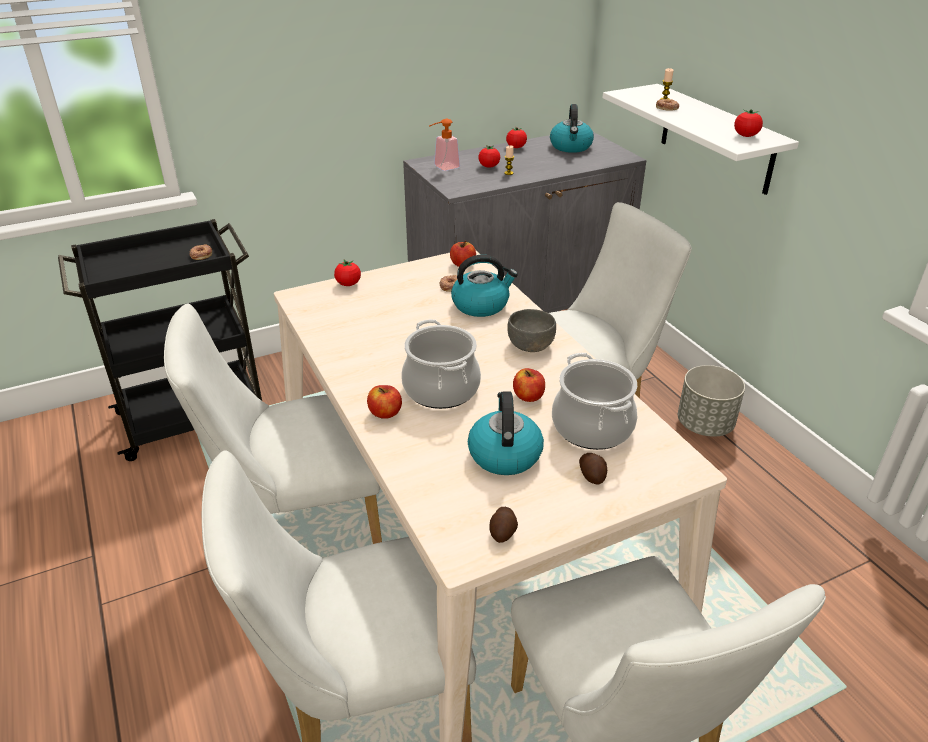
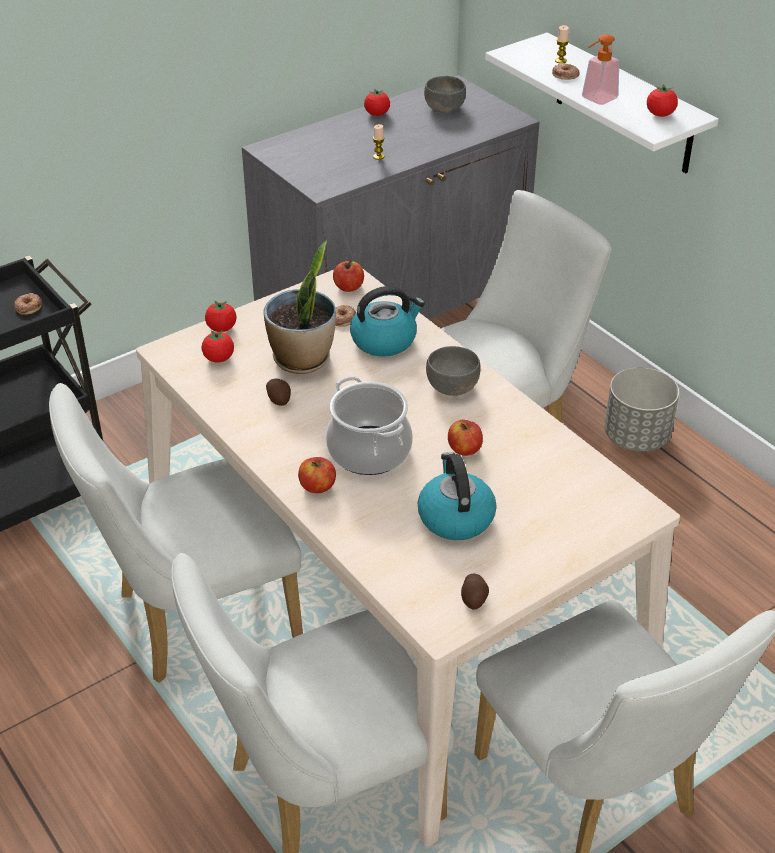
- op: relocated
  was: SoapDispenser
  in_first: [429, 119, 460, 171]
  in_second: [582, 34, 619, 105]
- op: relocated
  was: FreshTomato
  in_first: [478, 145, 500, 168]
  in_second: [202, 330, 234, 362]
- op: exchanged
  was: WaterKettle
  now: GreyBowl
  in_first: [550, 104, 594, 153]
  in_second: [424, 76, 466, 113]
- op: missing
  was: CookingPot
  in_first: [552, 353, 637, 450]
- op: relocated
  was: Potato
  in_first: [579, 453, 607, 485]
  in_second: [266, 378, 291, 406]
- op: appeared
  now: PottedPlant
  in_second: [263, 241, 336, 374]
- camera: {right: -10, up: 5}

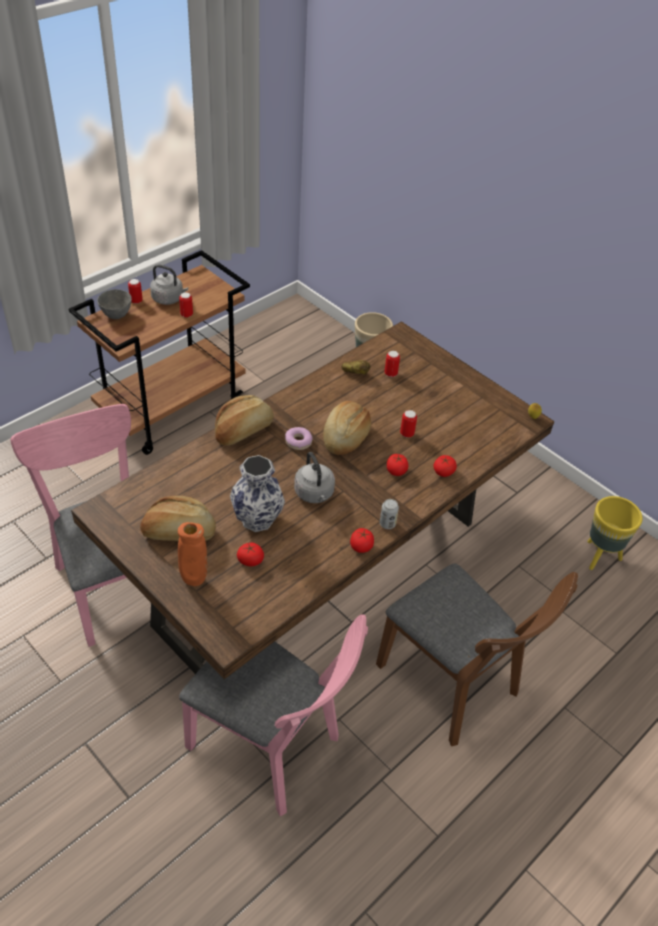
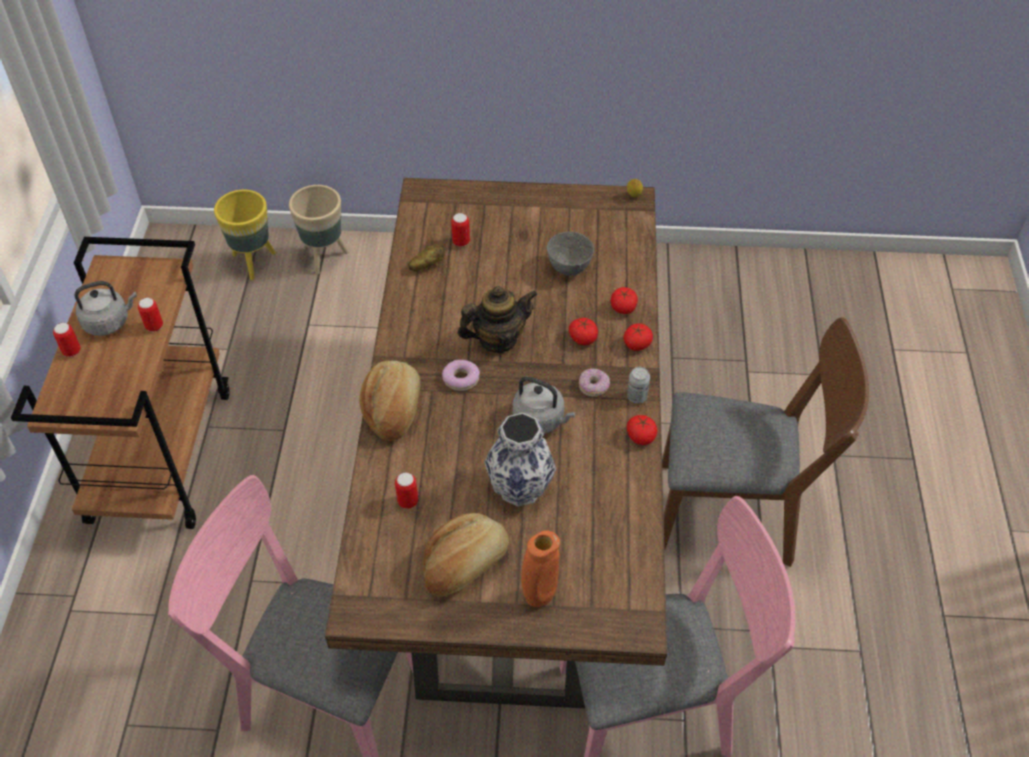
- op: relocated
  was: GreyBowl
  in_first: [97, 289, 132, 319]
  in_second: [547, 232, 594, 276]
- op: relocated
  was: FreshTomato
  in_first: [237, 543, 264, 566]
  in_second: [623, 323, 653, 351]
- op: exchanged
  was: BakeryBread
  now: Teapot
  in_first: [323, 401, 371, 455]
  in_second: [458, 286, 537, 353]
- op: relocated
  was: SealedCan
  in_first: [400, 410, 417, 438]
  in_second: [395, 473, 418, 509]
- op: relocated
  was: YellowFlowerPot
  in_first: [587, 496, 643, 570]
  in_second: [214, 190, 276, 280]
- op: appeared
  now: Doughnut
  in_second: [579, 368, 610, 397]
- camera: {right: -40, up: 5}

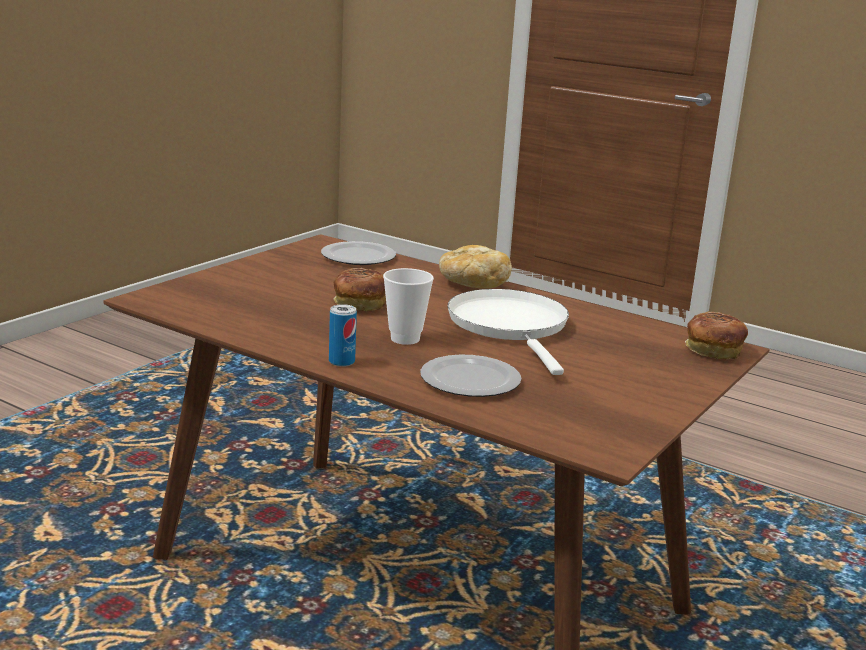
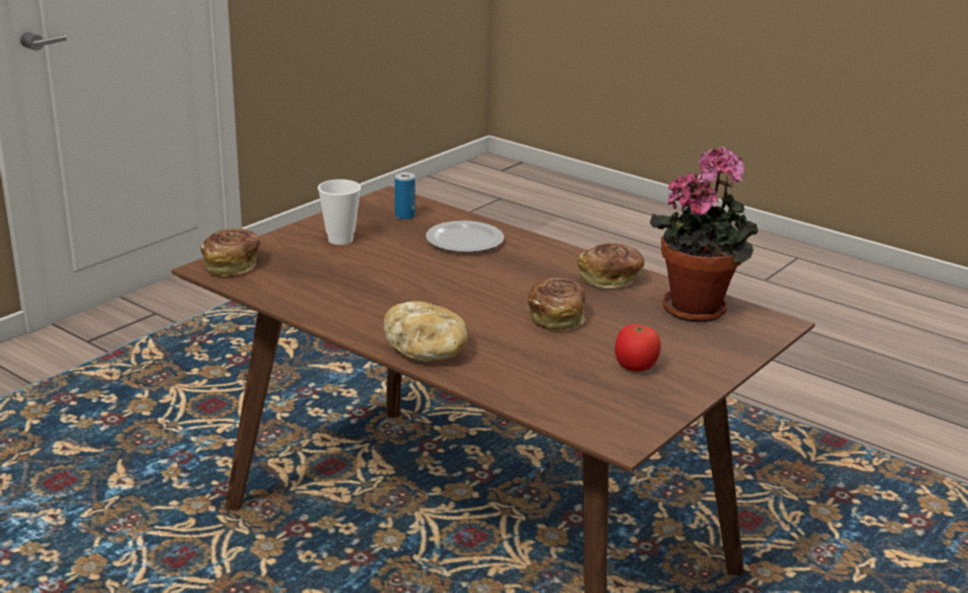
- op: missing
  was: DinnerPlate
  in_first: [321, 241, 396, 265]
- op: relocated
  was: SealedCan
  in_first: [329, 304, 357, 367]
  in_second: [395, 172, 415, 220]
- op: relocated
  was: SmallCup
  in_first: [383, 268, 434, 345]
  in_second: [318, 179, 361, 245]
- op: missing
  was: WhitishFryingPan
  in_first: [448, 289, 569, 375]
- op: appeared
  now: BakeryBread
  in_second: [577, 243, 644, 288]
- op: appeared
  now: FreshTomato
  in_second: [615, 324, 661, 372]
- op: appeared
  now: PottedPlant
  in_second: [650, 146, 758, 322]
- camera: {right: -175, up: 5}

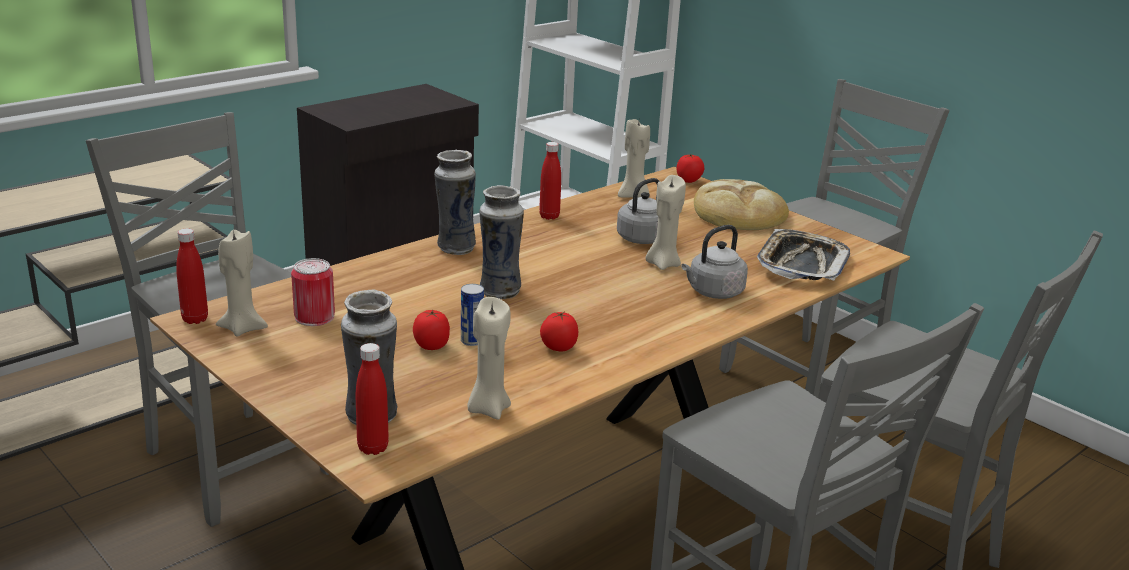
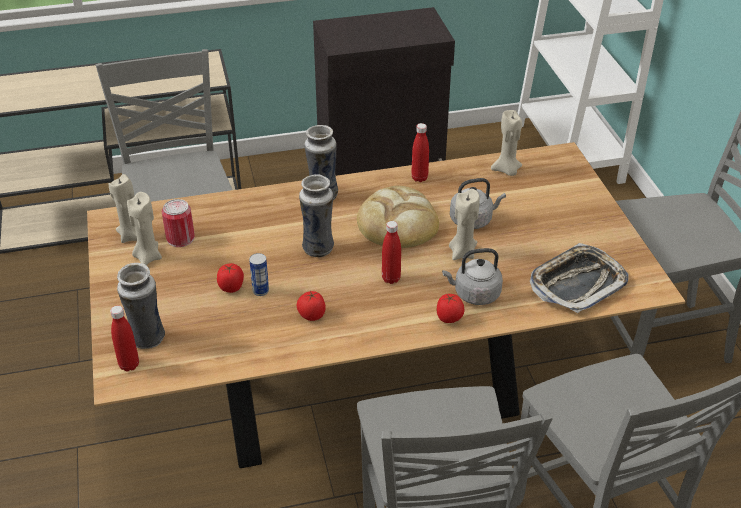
- op: relocated
  was: RedColouredBottle
  in_first: [176, 228, 208, 324]
  in_second: [382, 221, 401, 284]
- op: relocated
  was: BeigeColouredCandle
  in_first: [467, 297, 511, 420]
  in_second: [127, 192, 162, 265]
- op: relocated
  was: FreshTomato
  in_first: [676, 154, 705, 183]
  in_second: [437, 294, 465, 323]
- op: relocated
  was: BakeryBread
  in_first: [694, 179, 789, 230]
  in_second: [357, 185, 439, 248]
- camera: {right: 30, up: 15}

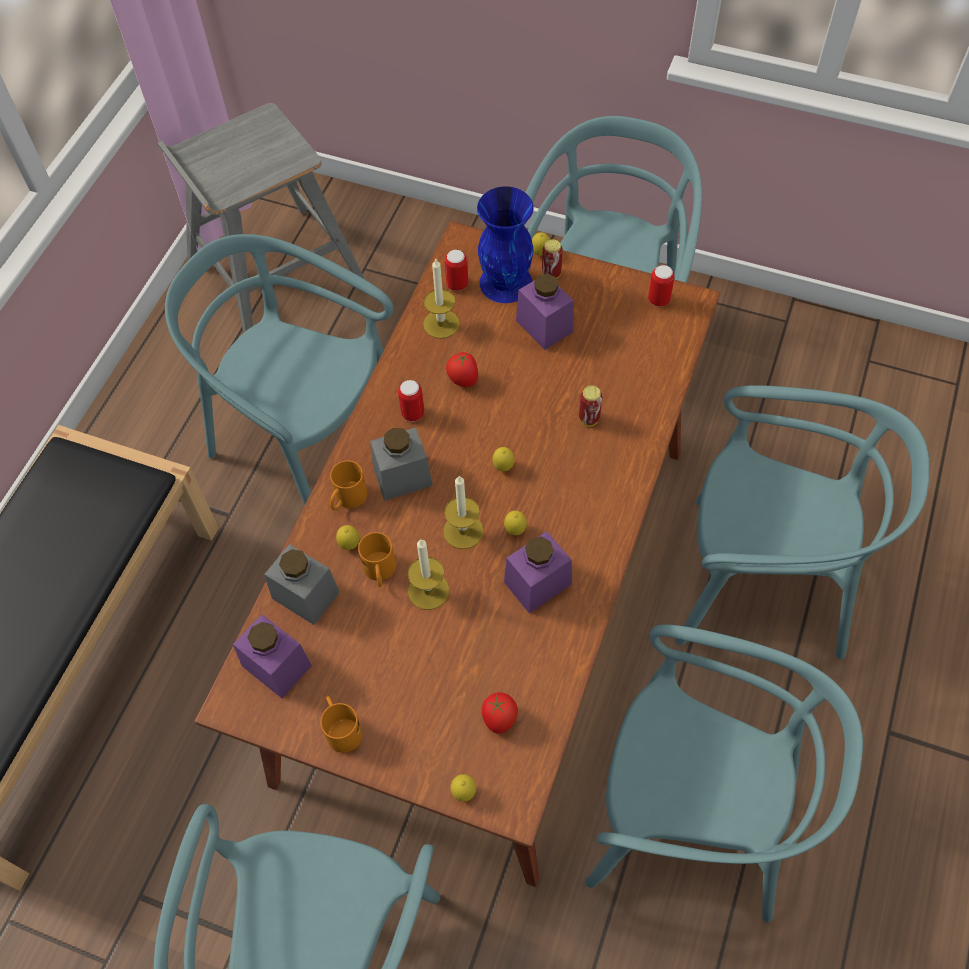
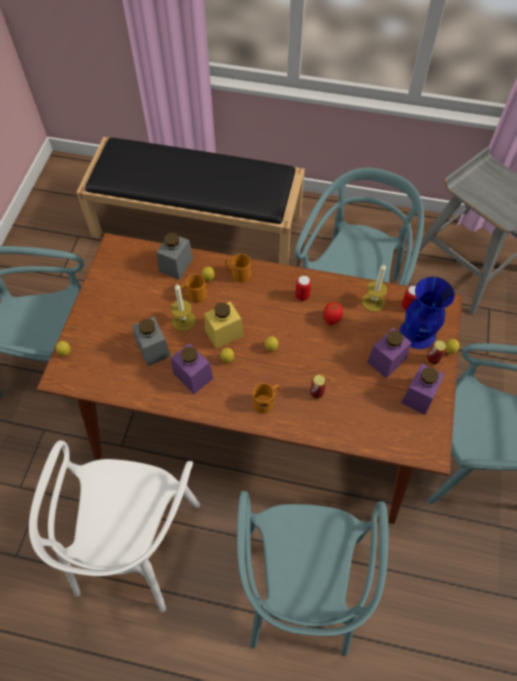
- op: relocated
  was: PurpleJar
  in_first: [233, 614, 312, 698]
  in_second: [401, 364, 445, 415]
- op: relocated
  was: OrangeyMug
  in_first: [320, 696, 363, 753]
  in_second: [253, 383, 280, 413]
- op: relocated
  was: GreyJar
  in_first: [370, 428, 433, 501]
  in_second: [132, 317, 171, 366]
- op: exchanged
  was: Candle
  now: YellowJar
  in_first: [443, 476, 484, 549]
  in_second: [204, 301, 244, 349]
- op: missing
  was: FreshTomato
  in_first: [482, 692, 518, 734]
- op: colour
  was: BlueGreenChair
  now: WhitishChair
  in_first: [585, 624, 863, 922]
  in_second: [29, 440, 200, 612]
- op: missing
  was: SealedCan
  in_first: [648, 265, 675, 307]
- camera: {right: 80, up: 0}

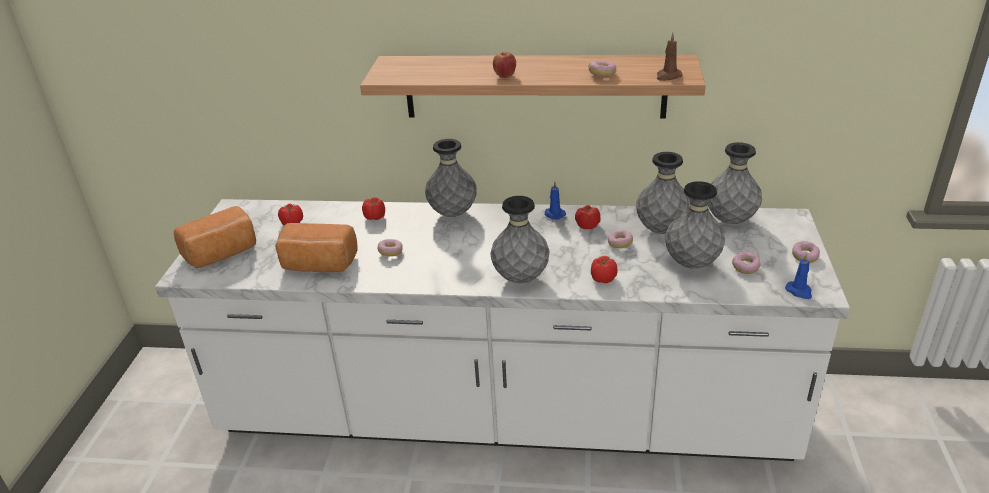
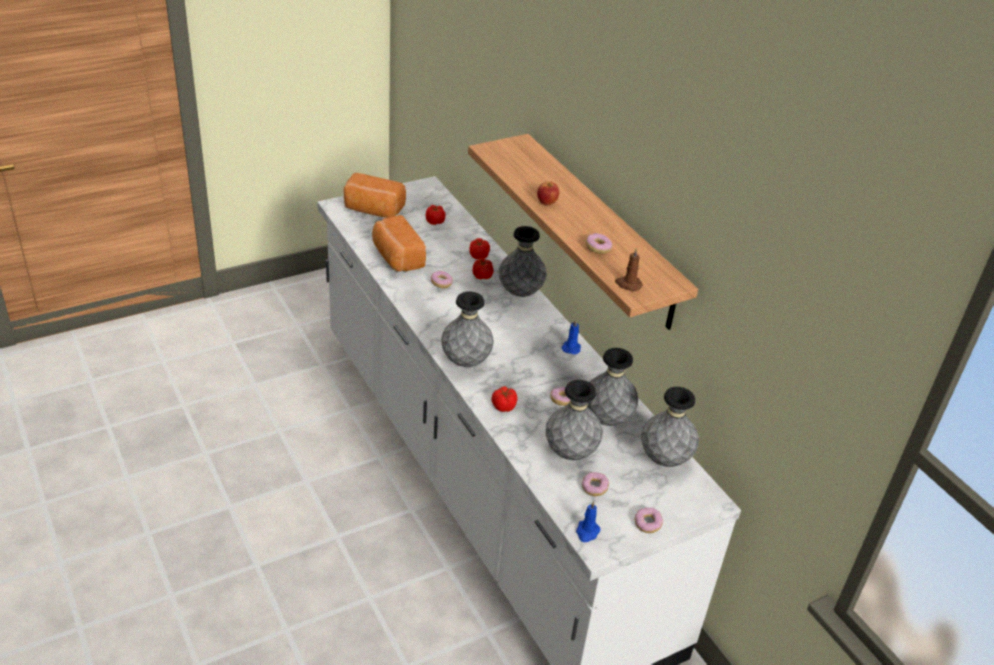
- op: relocated
  was: FreshTomato
  in_first: [575, 205, 601, 229]
  in_second: [473, 258, 493, 279]
- camera: {right: 50, up: 5}

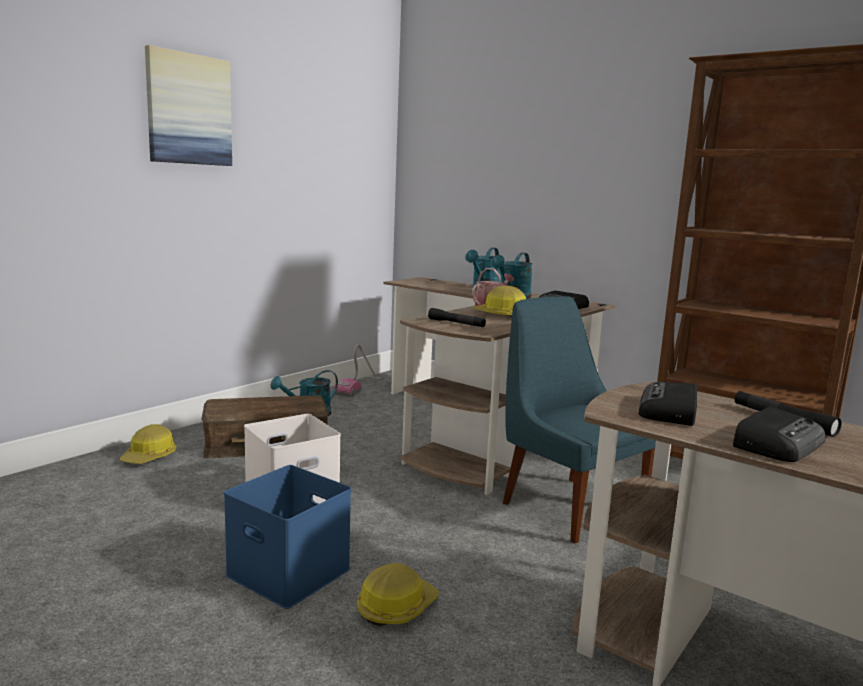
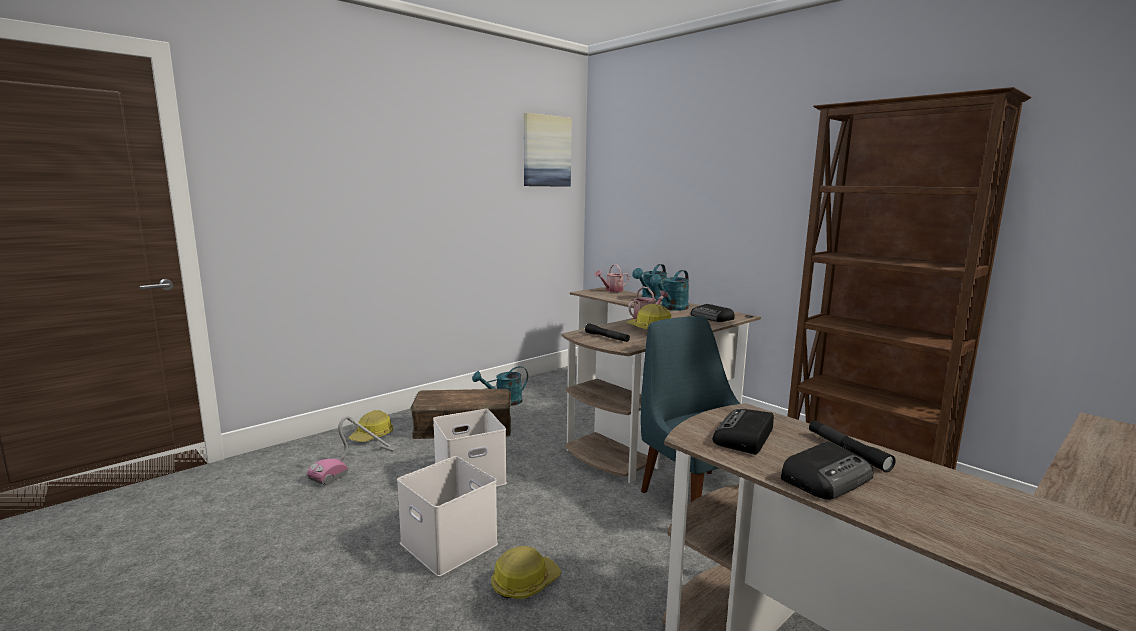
- op: relocated
  was: WallPicture
  in_first: [145, 45, 232, 166]
  in_second: [524, 113, 572, 187]
- op: colour
  was: BlueColouredStorageBox
  now: WhitishStorageBox
  in_first: [224, 465, 351, 609]
  in_second: [397, 456, 498, 576]
- op: relocated
  was: Hoover
  in_first: [334, 344, 384, 397]
  in_second: [307, 416, 399, 485]
- op: appeared
  now: WateringPot
  in_second: [594, 264, 629, 292]
- camera: {right: 10, up: 0}

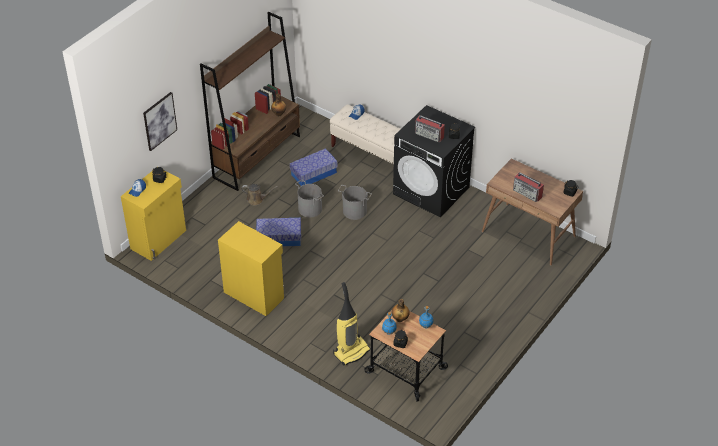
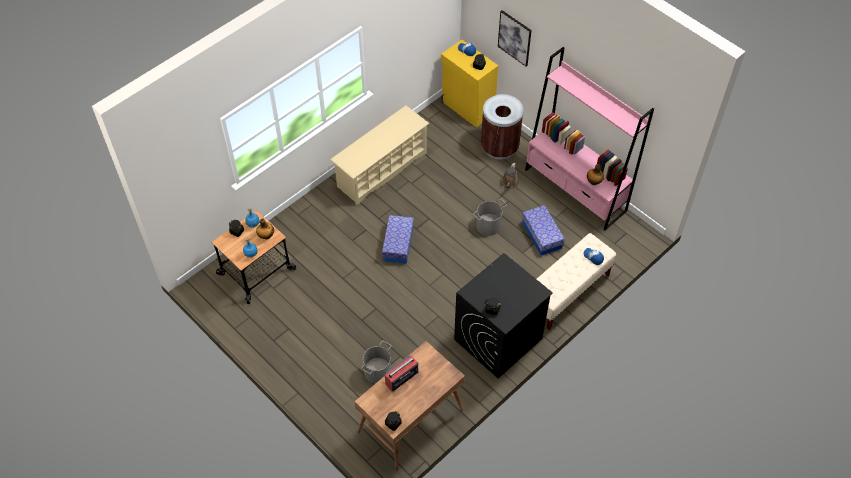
- op: colour
  was: BrownishShelvingUnit
  now: PinkishShelvingUnit
  in_first: [200, 12, 300, 191]
  in_second: [525, 47, 654, 230]
- op: exchanged
  was: YellowCabinet
  now: BeigeColouredShoeShelf
  in_first: [218, 221, 284, 316]
  in_second: [330, 105, 429, 205]
- op: relocated
  was: StorageBox
  in_first: [256, 218, 301, 246]
  in_second: [382, 215, 414, 264]
- op: missing
  was: Hoover
  in_first: [333, 282, 371, 366]
- op: relocated
  was: GreyWaterBucket
  in_first: [338, 185, 372, 220]
  in_second: [361, 341, 391, 384]
- op: missing
  was: RadioSet
  in_first: [415, 115, 445, 142]
- op: appeared
  now: BrownishWasteBin
  in_second: [481, 94, 523, 160]
- camera: {right: 100, up: 10}

